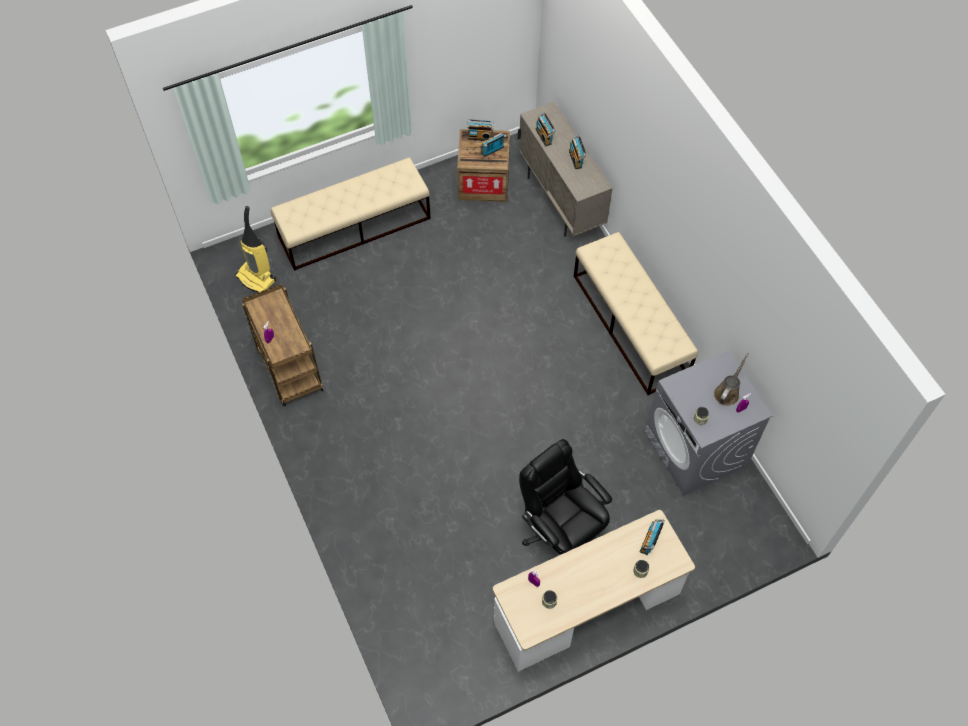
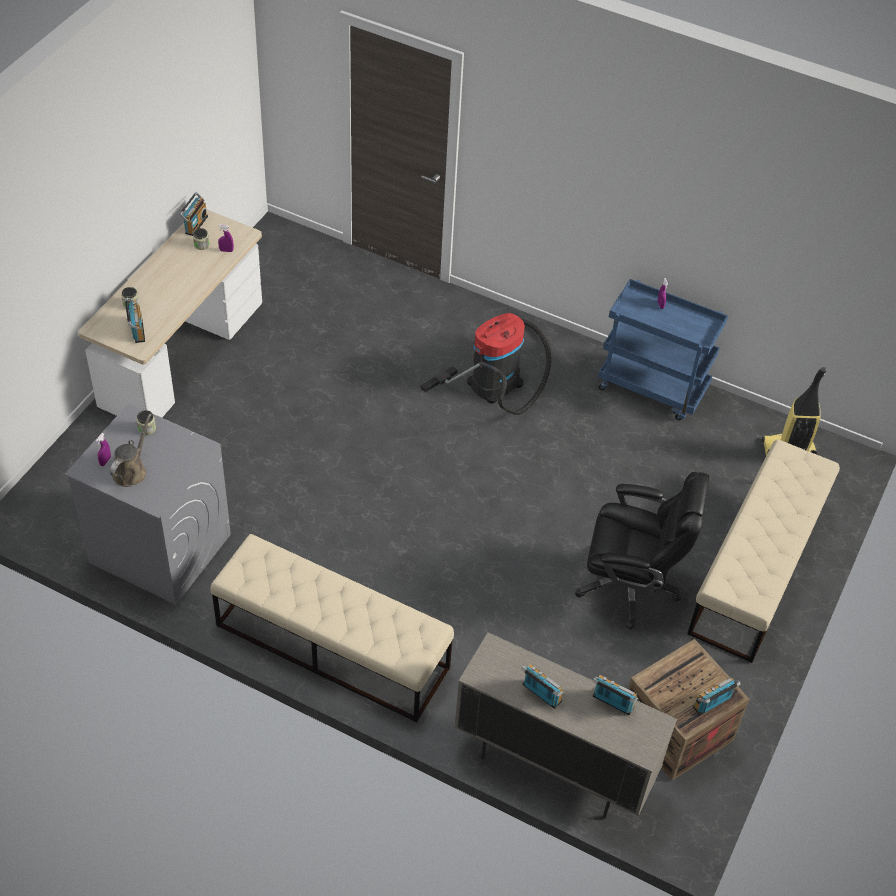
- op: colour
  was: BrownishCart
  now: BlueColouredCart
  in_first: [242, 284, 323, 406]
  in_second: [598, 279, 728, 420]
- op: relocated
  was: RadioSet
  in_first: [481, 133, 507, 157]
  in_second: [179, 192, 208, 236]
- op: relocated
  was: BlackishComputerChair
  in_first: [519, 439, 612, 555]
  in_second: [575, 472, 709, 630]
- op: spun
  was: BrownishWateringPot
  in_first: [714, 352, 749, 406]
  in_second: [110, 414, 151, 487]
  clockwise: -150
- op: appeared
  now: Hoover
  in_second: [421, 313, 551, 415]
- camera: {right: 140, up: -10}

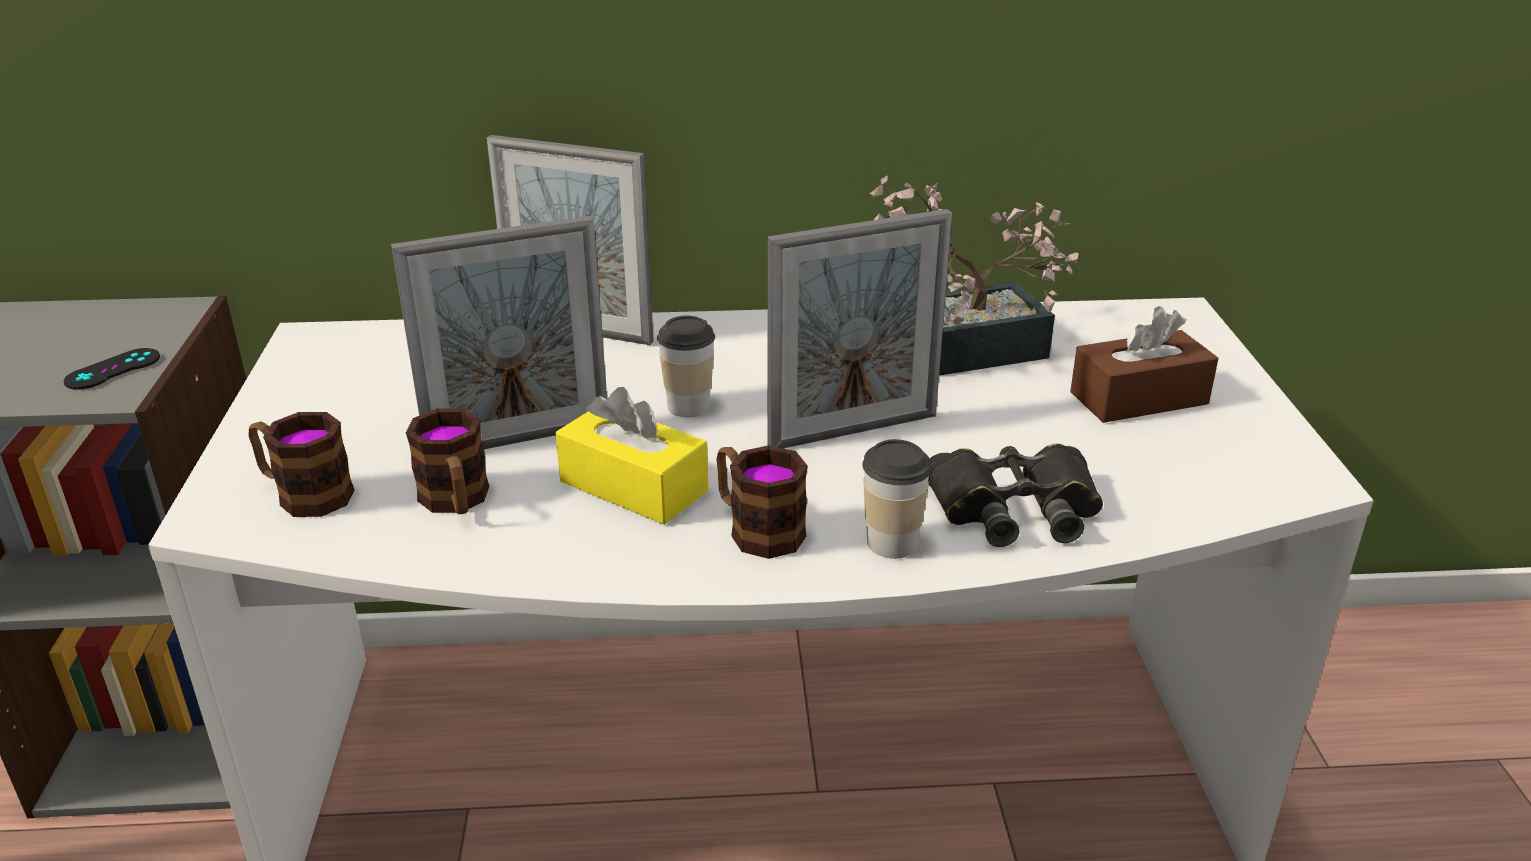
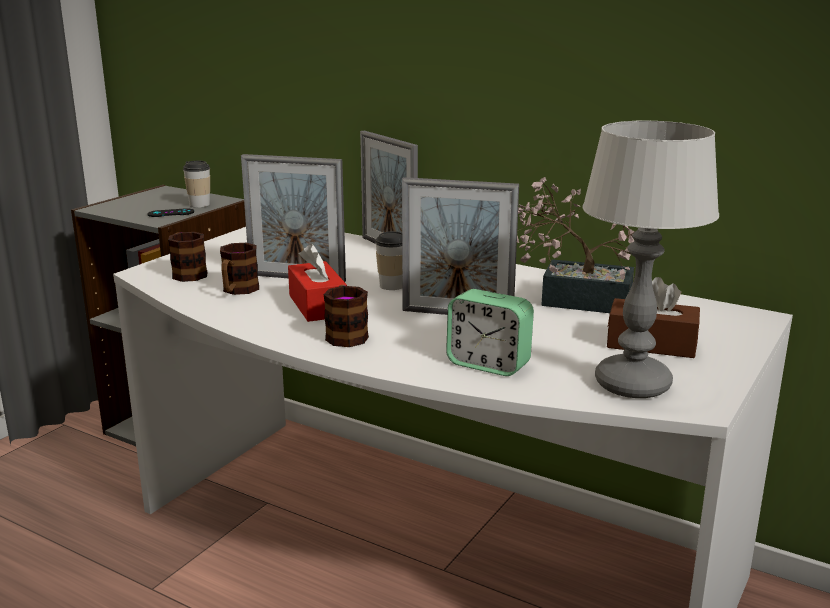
- op: colour
  was: YellowBoxOfTissues
  now: RedColouredBoxOfTissues
  in_first: [555, 387, 709, 525]
  in_second: [288, 243, 347, 322]
- op: relocated
  was: SmallCup
  in_first: [863, 439, 932, 559]
  in_second: [183, 161, 210, 208]
- op: exchanged
  was: BlackishBinoculars
  now: AlarmClock
  in_first: [928, 443, 1103, 547]
  in_second: [446, 289, 534, 376]
- op: appeared
  now: TabletopLamp
  in_second: [583, 121, 719, 398]
- camera: {right: 35, up: -10}

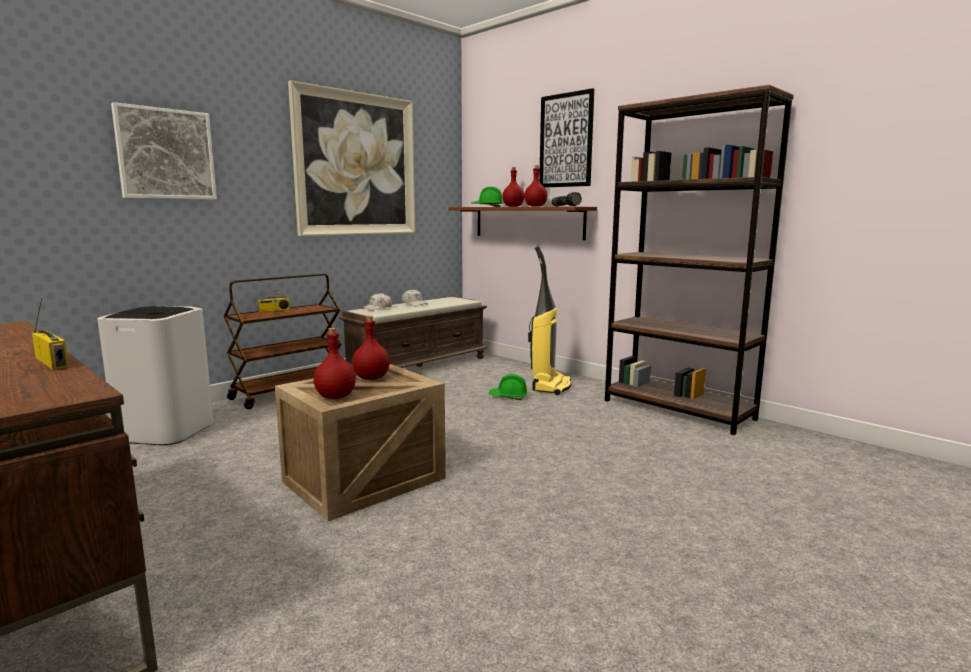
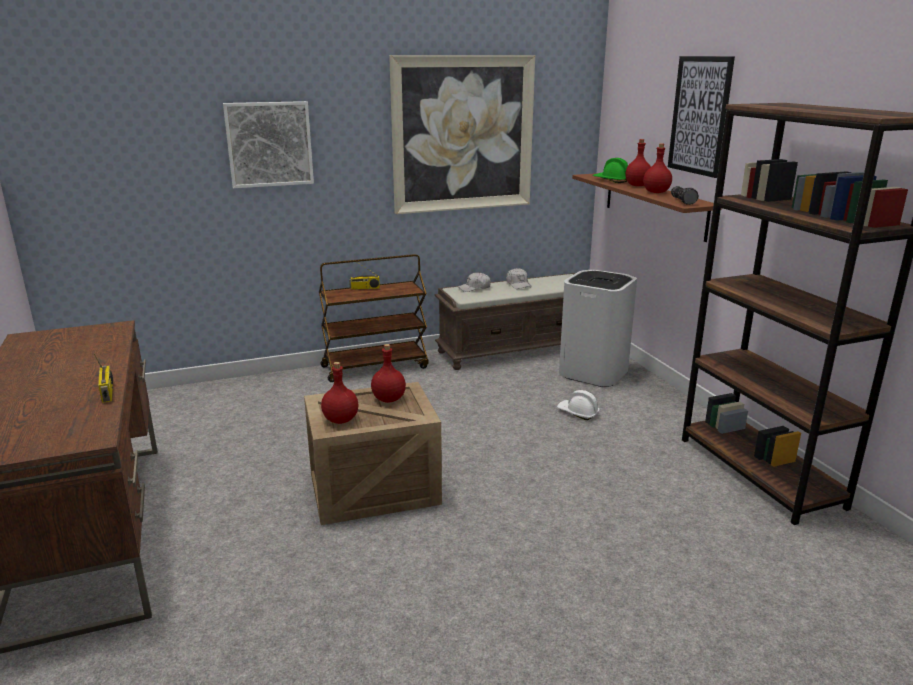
- op: relocated
  was: WhitishWasteBin
  in_first: [97, 306, 213, 445]
  in_second: [559, 270, 637, 387]
- op: colour
  was: GreenColouredSafetyHelmet
  now: WhitishSafetyHelmet
  in_first: [489, 374, 527, 400]
  in_second: [557, 390, 600, 420]
- op: missing
  was: Hoover
  in_first: [528, 246, 571, 395]
- camera: {right: 25, up: 10}

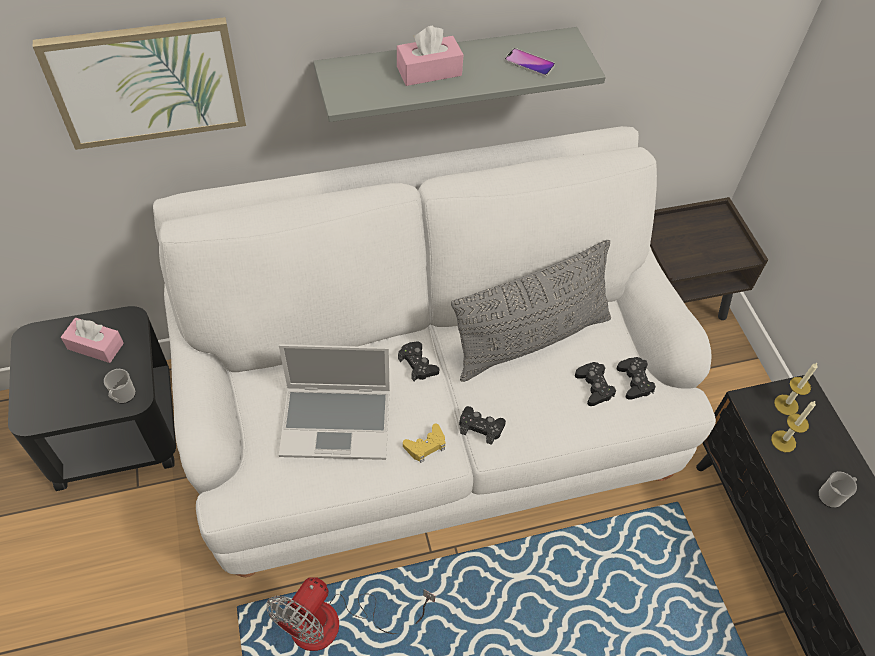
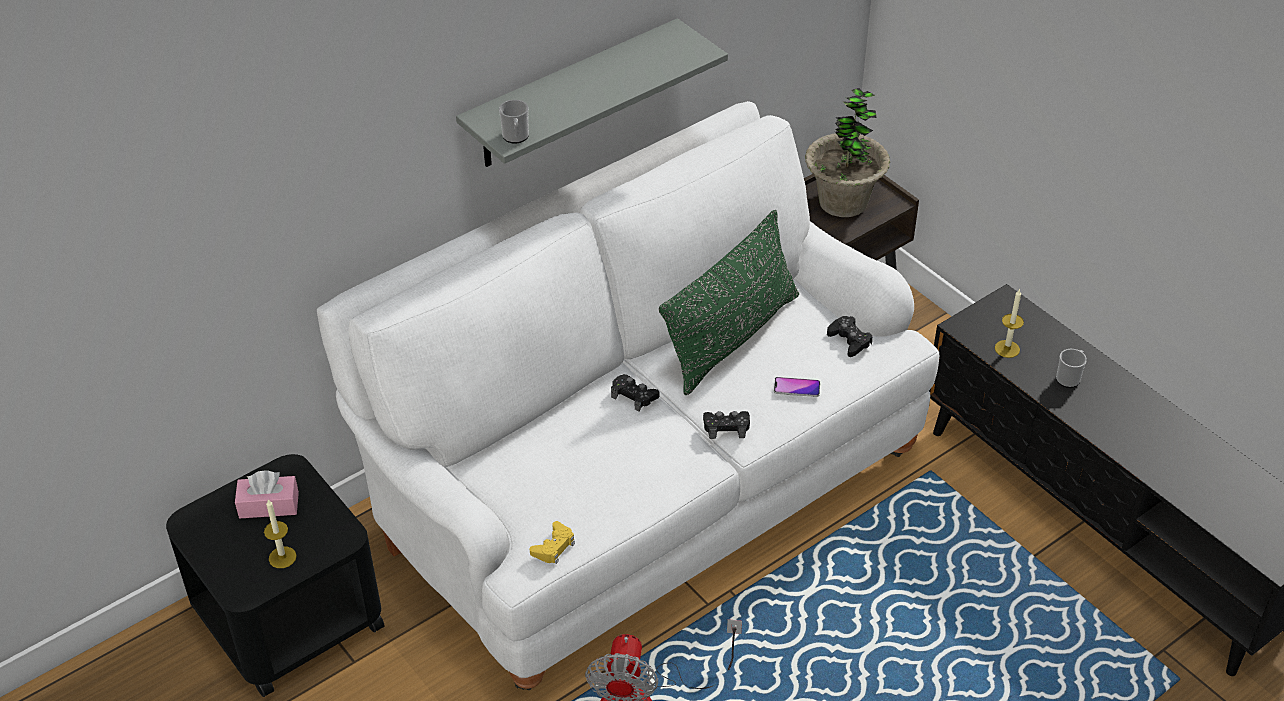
- op: missing
  was: WallPicture
  in_first: [33, 17, 246, 150]
- op: relocated
  was: Mug
  in_first: [104, 369, 136, 404]
  in_second: [499, 100, 529, 143]
- op: missing
  was: Laptop
  in_first: [279, 344, 390, 460]
- op: missing
  was: PinkishBoxOfTissues
  in_first: [397, 26, 464, 86]
- op: relocated
  was: YellowGameController
  in_first: [403, 423, 446, 463]
  in_second: [530, 521, 575, 564]
- op: colour
  was: GreyPillow
  now: GreenColouredPillow
  in_first: [451, 240, 611, 382]
  in_second: [659, 210, 799, 395]
- op: relocated
  was: Handset
  in_first: [504, 48, 555, 77]
  in_second: [774, 377, 820, 397]
- op: missing
  was: BlackishGameController
  in_first: [575, 362, 616, 406]
- op: relocated
  was: Candle
  in_first: [774, 362, 818, 415]
  in_second: [264, 500, 297, 568]
- op: appeared
  now: PottedPlant
  in_second: [805, 88, 890, 217]
- camera: {right: -20, up: -10}

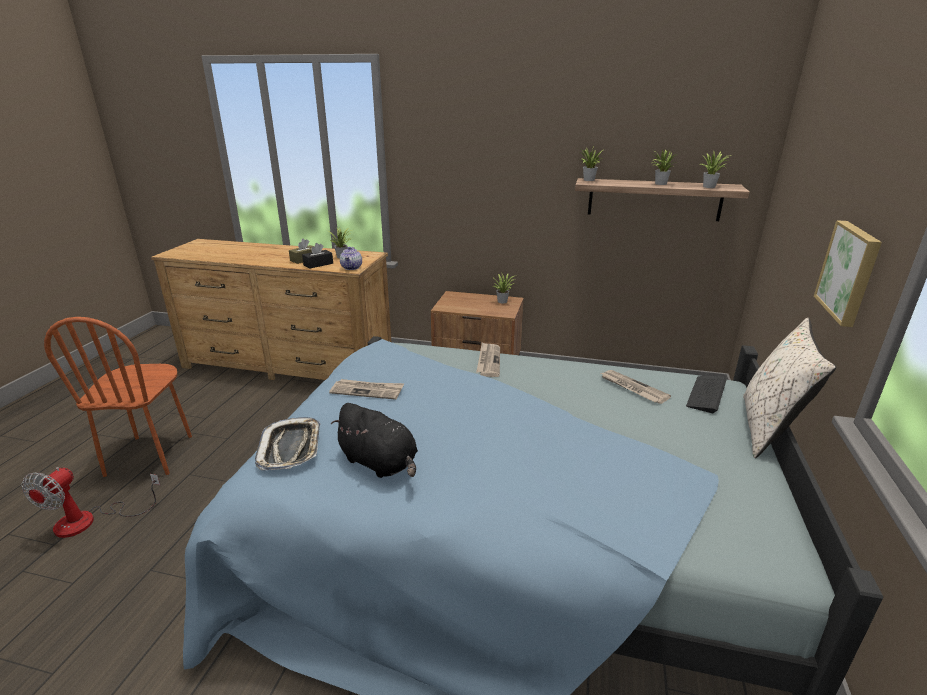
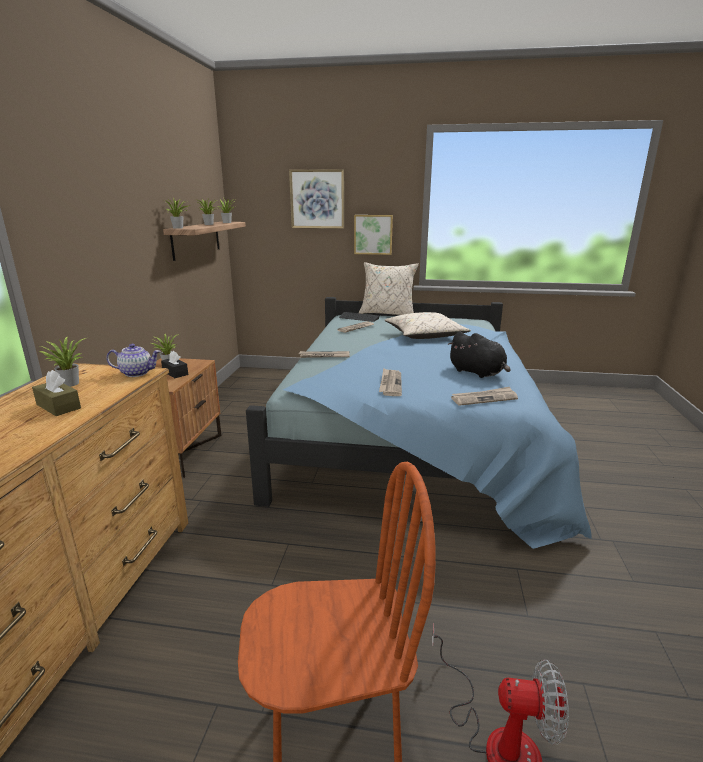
- op: exchanged
  was: ServingTray
  now: Newspaper
  in_first: [255, 417, 320, 470]
  in_second: [451, 387, 518, 406]
- op: relocated
  was: BlackishBoxOfTissues
  in_first: [302, 243, 333, 269]
  in_second: [161, 351, 188, 378]
- op: spun
  was: BlackishCuddlyToy
  in_first: [331, 403, 418, 478]
  in_second: [447, 332, 510, 378]
  clockwise: 105
- op: appeared
  now: WallPicture
  in_second: [289, 169, 344, 229]
- op: appeared
  now: BeigeColouredPillow
  in_second: [384, 312, 471, 339]
- camera: {right: -95, up: -5}

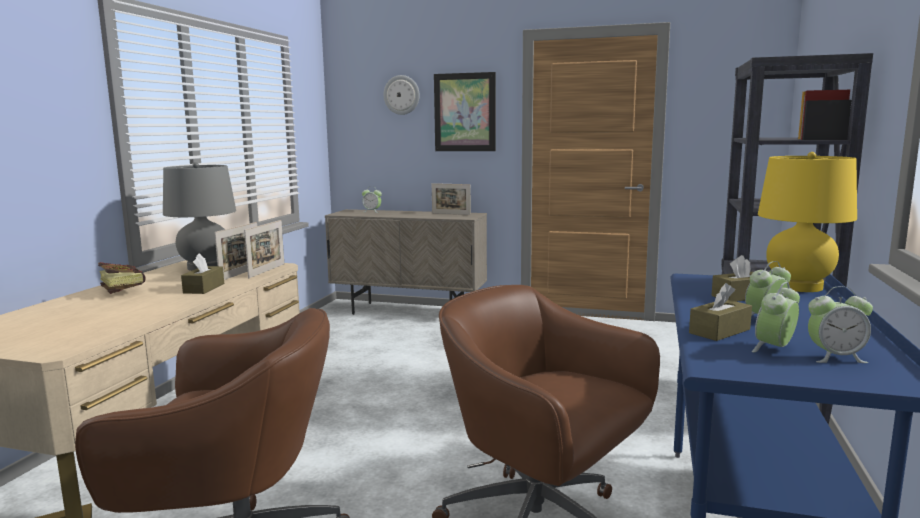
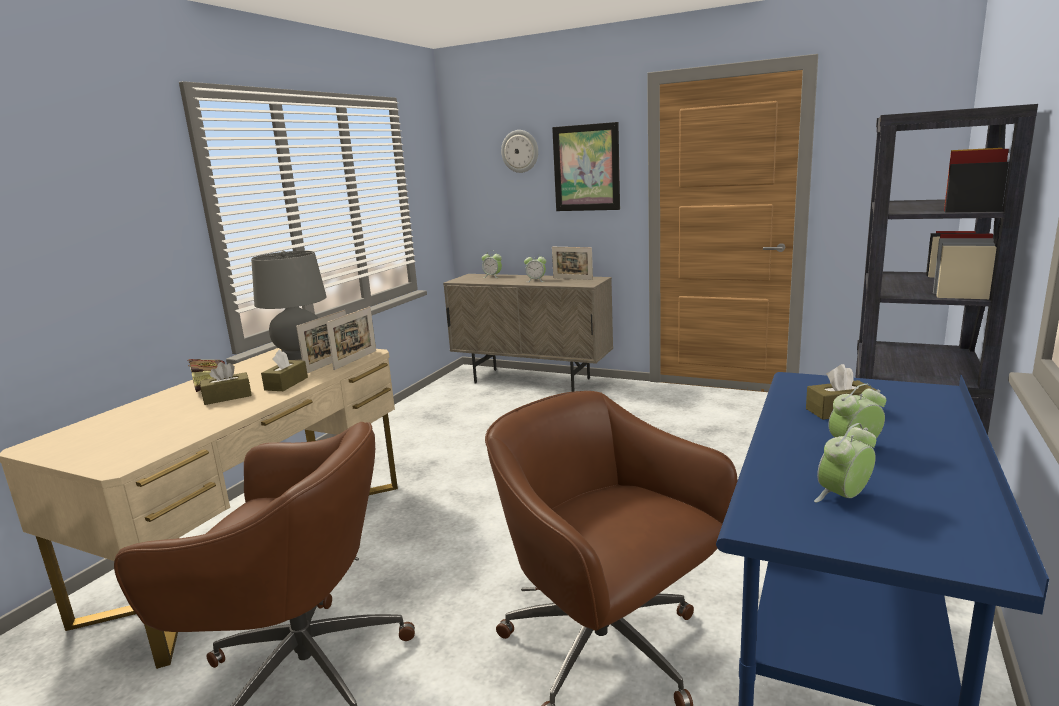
- op: relocated
  was: BrownishBoxOfTissues
  in_first: [689, 283, 752, 341]
  in_second: [200, 362, 252, 405]
- op: missing
  was: YellowTabletopLamp
  in_first: [758, 152, 857, 292]
- op: relocated
  was: AlarmClock
  in_first: [808, 287, 873, 363]
  in_second: [524, 253, 546, 282]
- camera: {right: 10, up: 5}

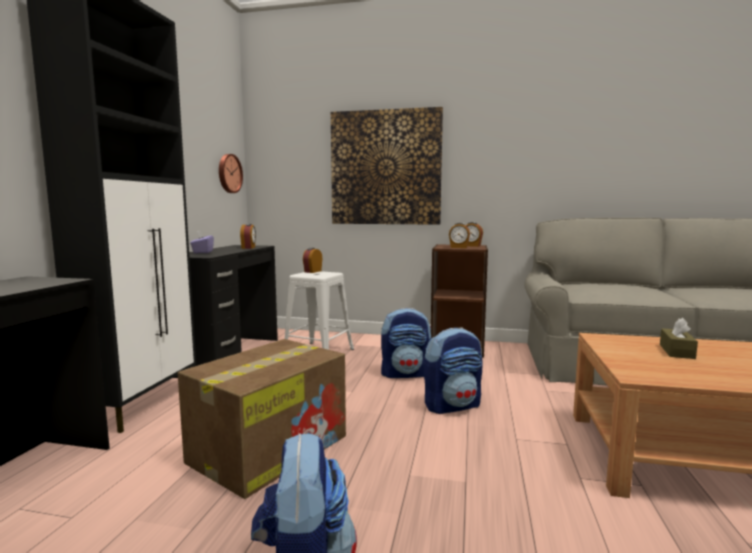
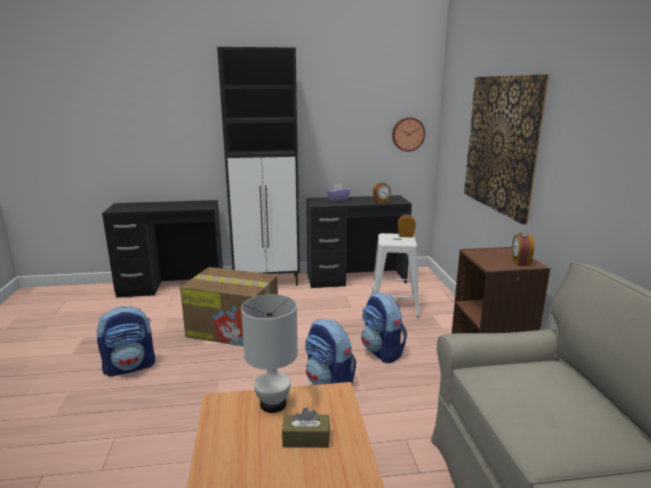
- op: missing
  was: AlarmClock
  in_first: [449, 223, 470, 248]
- op: appeared
  now: WhitishTabletopLamp
  in_second: [241, 294, 298, 413]
- camera: {right: 70, up: 10}

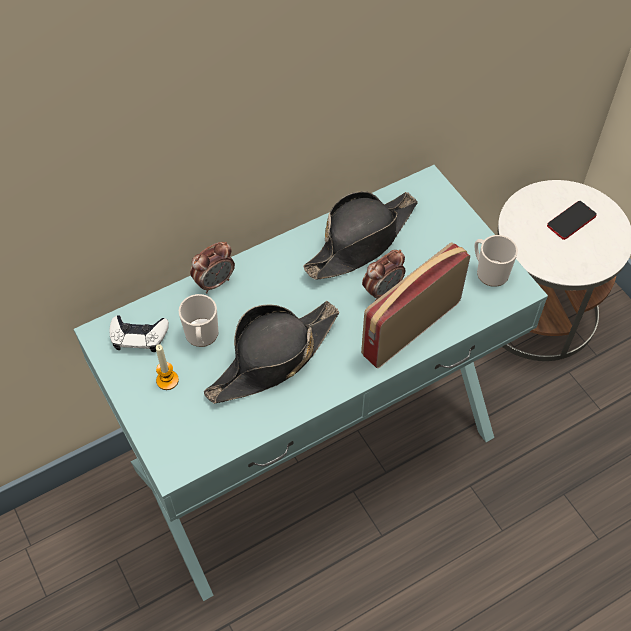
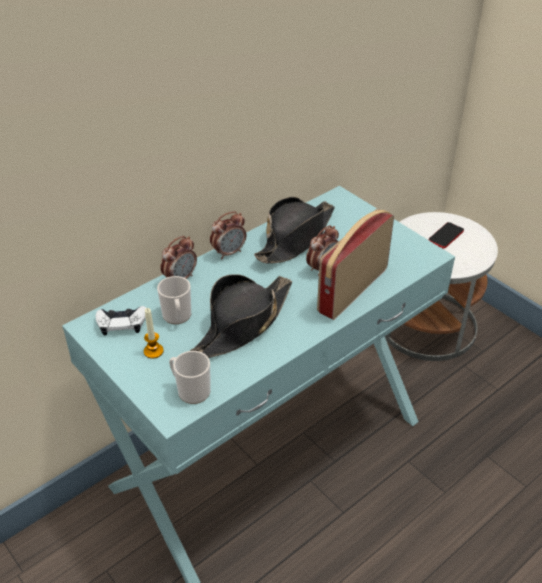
- op: relocated
  was: Mug
  in_first: [474, 235, 518, 287]
  in_second: [169, 351, 211, 404]
- op: appeared
  now: AlarmClock
  in_second: [210, 211, 246, 259]
- camera: {right: -10, up: -15}

